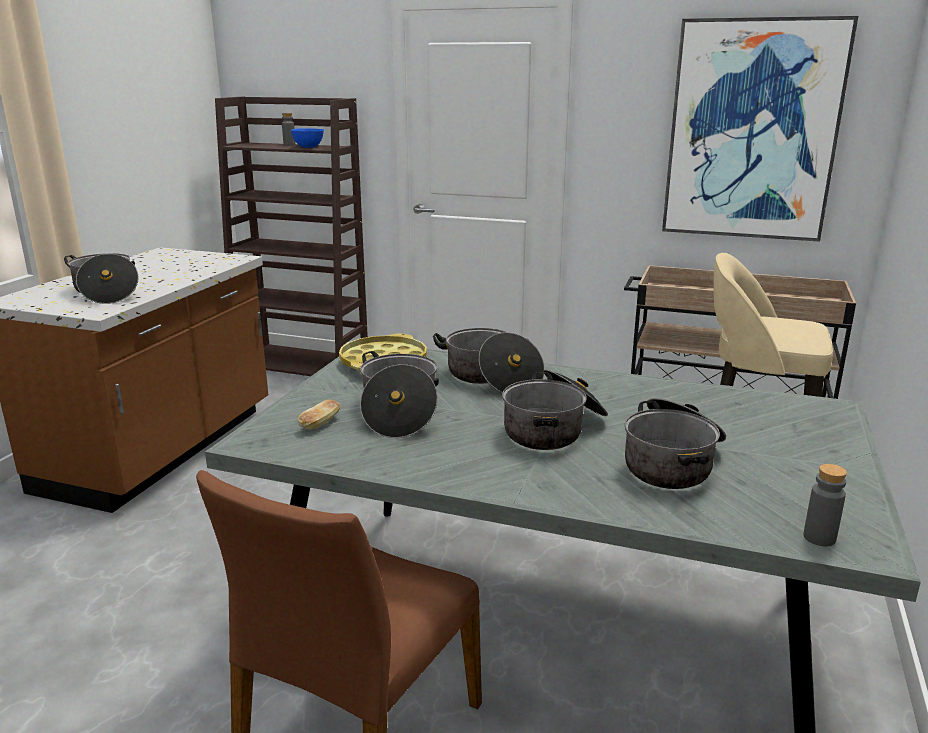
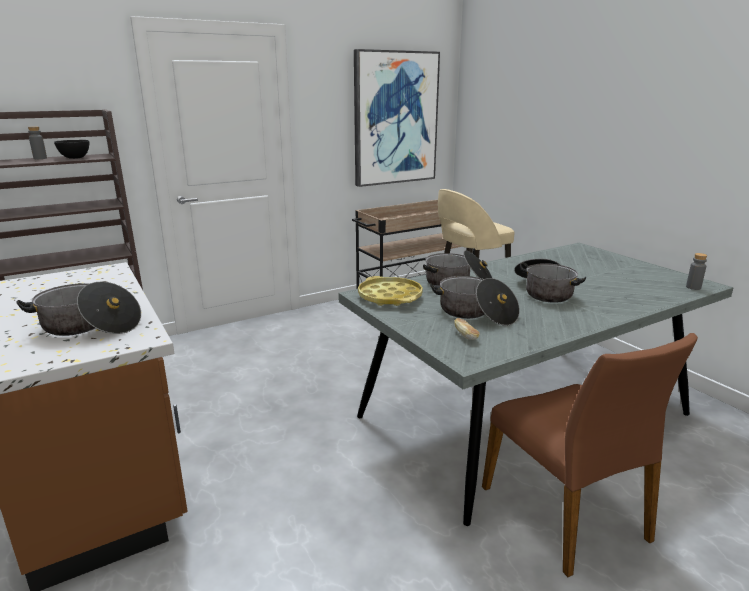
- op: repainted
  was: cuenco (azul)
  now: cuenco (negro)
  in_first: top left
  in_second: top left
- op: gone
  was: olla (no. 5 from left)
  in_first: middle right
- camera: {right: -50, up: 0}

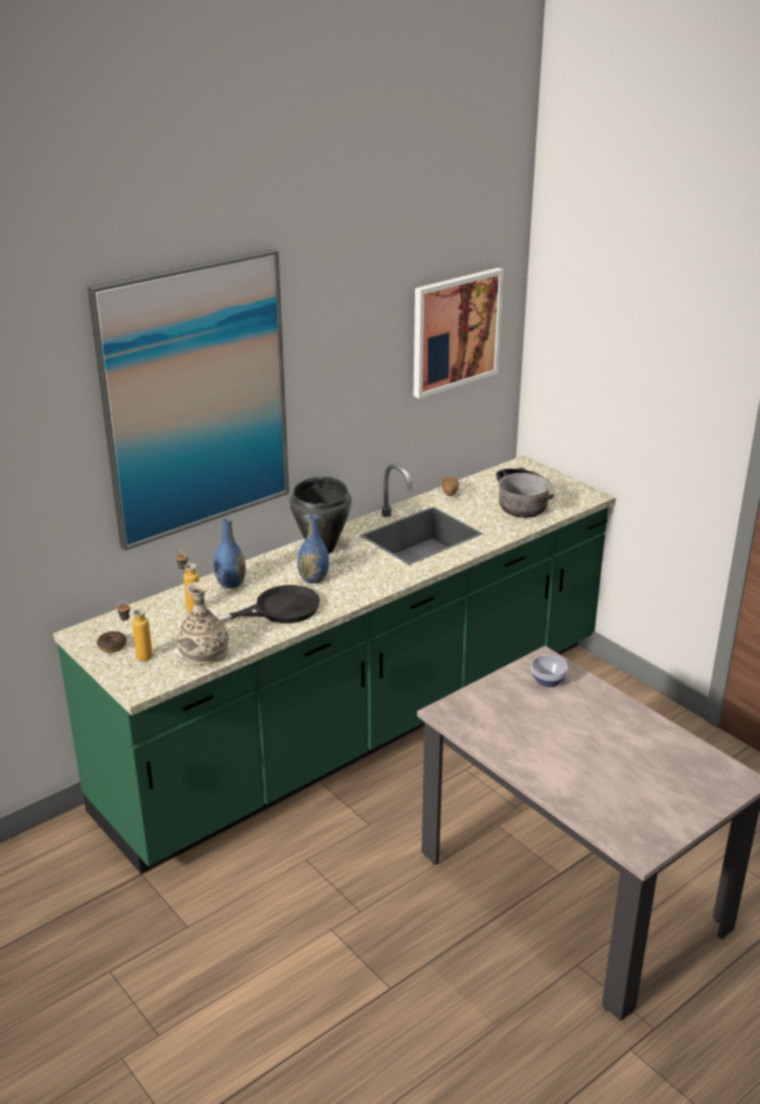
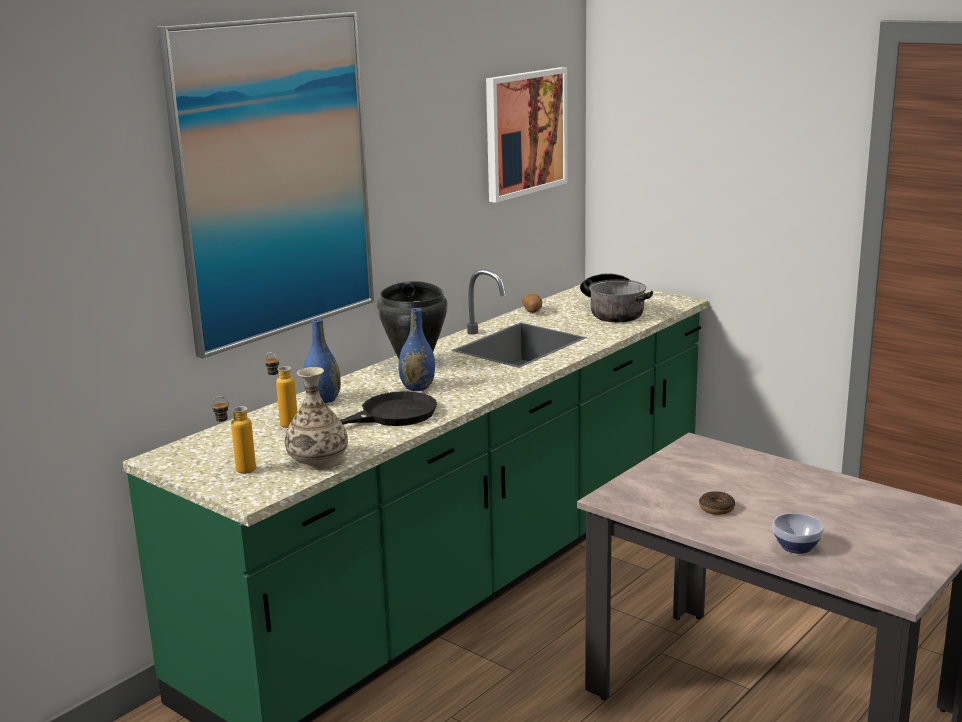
- op: shifted
  was: rosquilla
  in_first: middle left
  in_second: bottom right
- op: shifted
  was: cuenco
  in_first: middle right
  in_second: bottom right
- camera: {right: -10, up: -10}

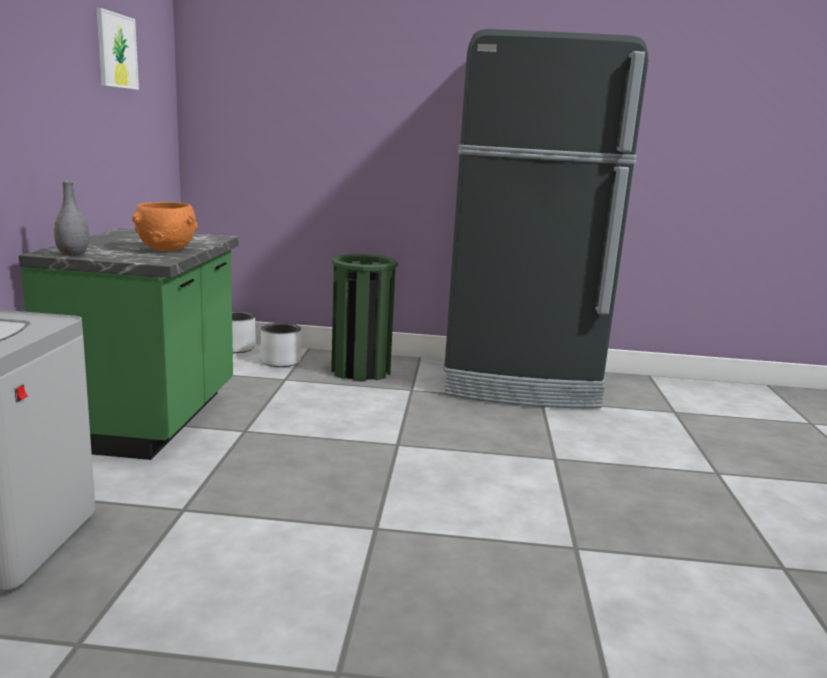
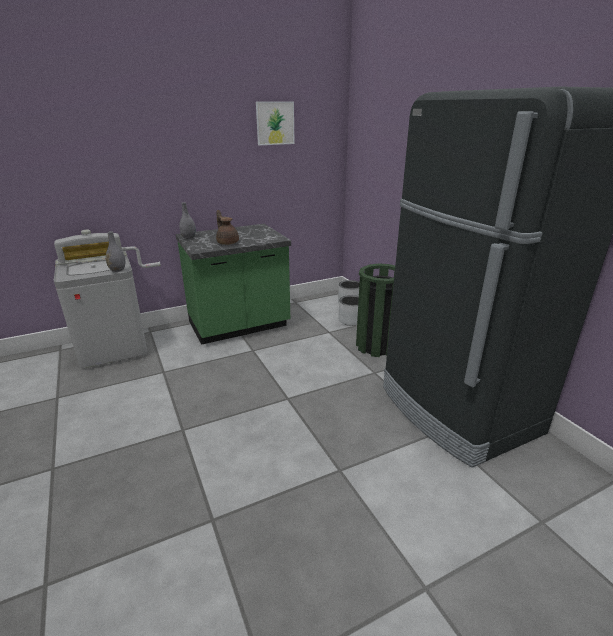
- op: new
  now: florero (gris) (no. 1 from left)
  in_second: middle left
- op: swapped
  was: cuenco (naranja)
  now: tetera (marrón)
  in_first: middle left
  in_second: centre
- camera: {right: 60, up: 10}

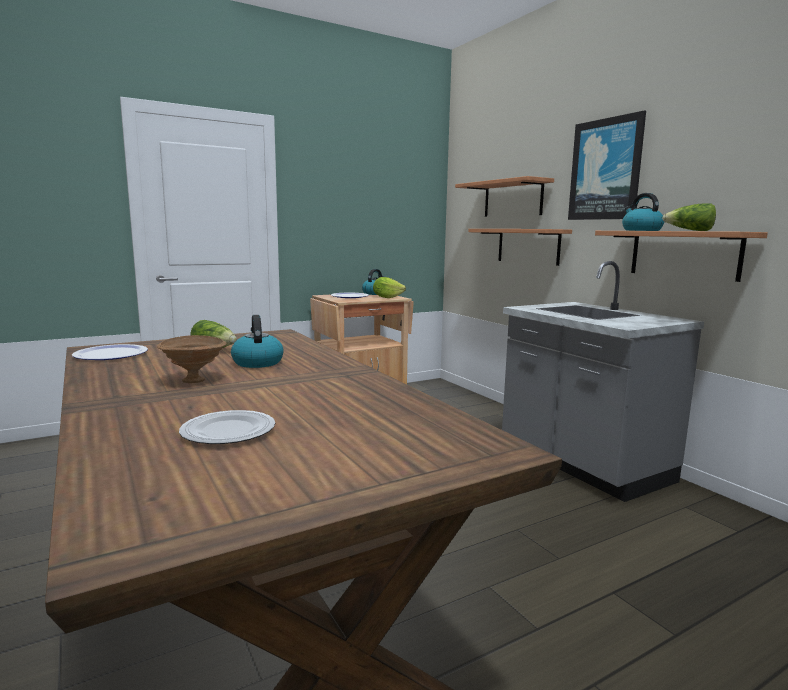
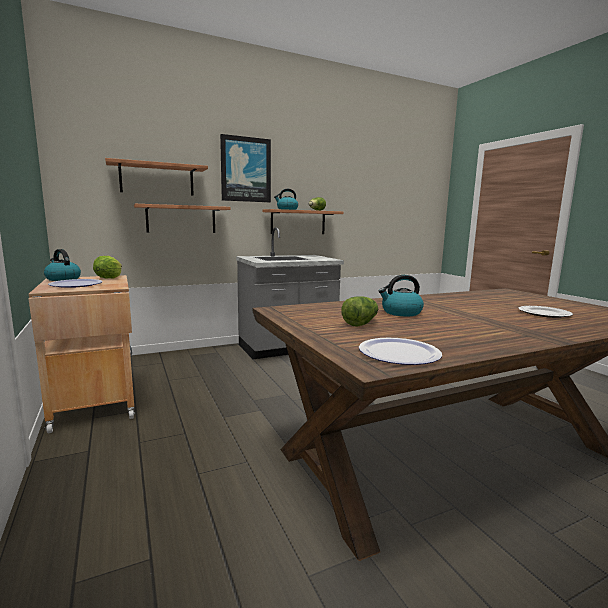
- op: gone
  was: cuenco (marrón)
  in_first: middle left
- camera: {right: -85, up: 0}

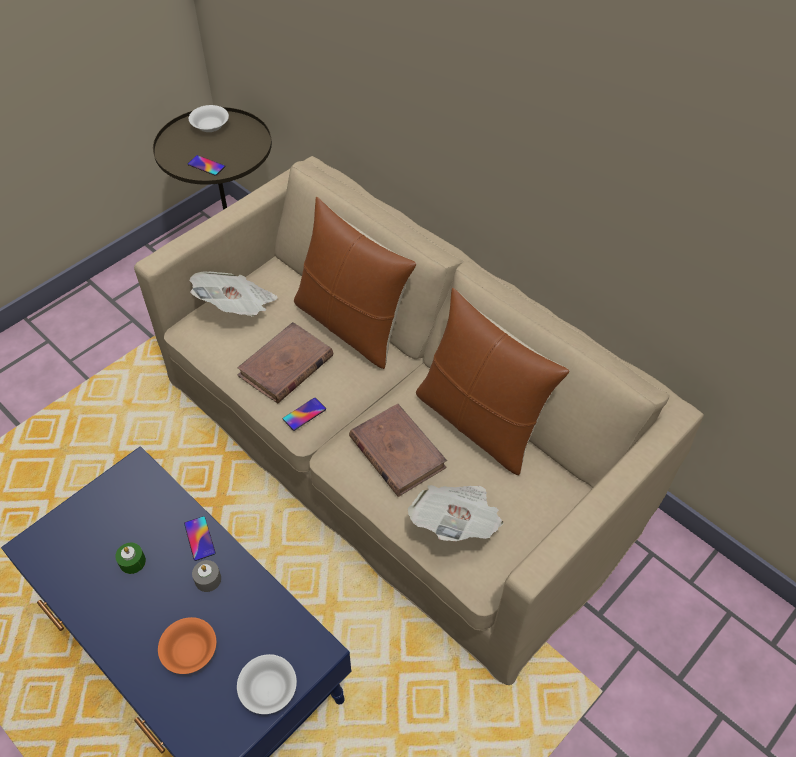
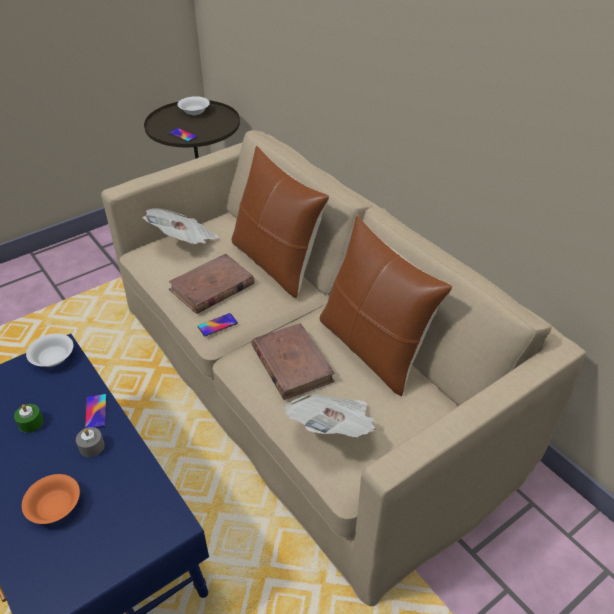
- op: shifted
  was: cuenco (blanco) (no. 2 from left in the first image)
  now: cuenco (blanco) (no. 1 from left)
  in_first: bottom centre
  in_second: middle left
- camera: {right: 10, up: -10}

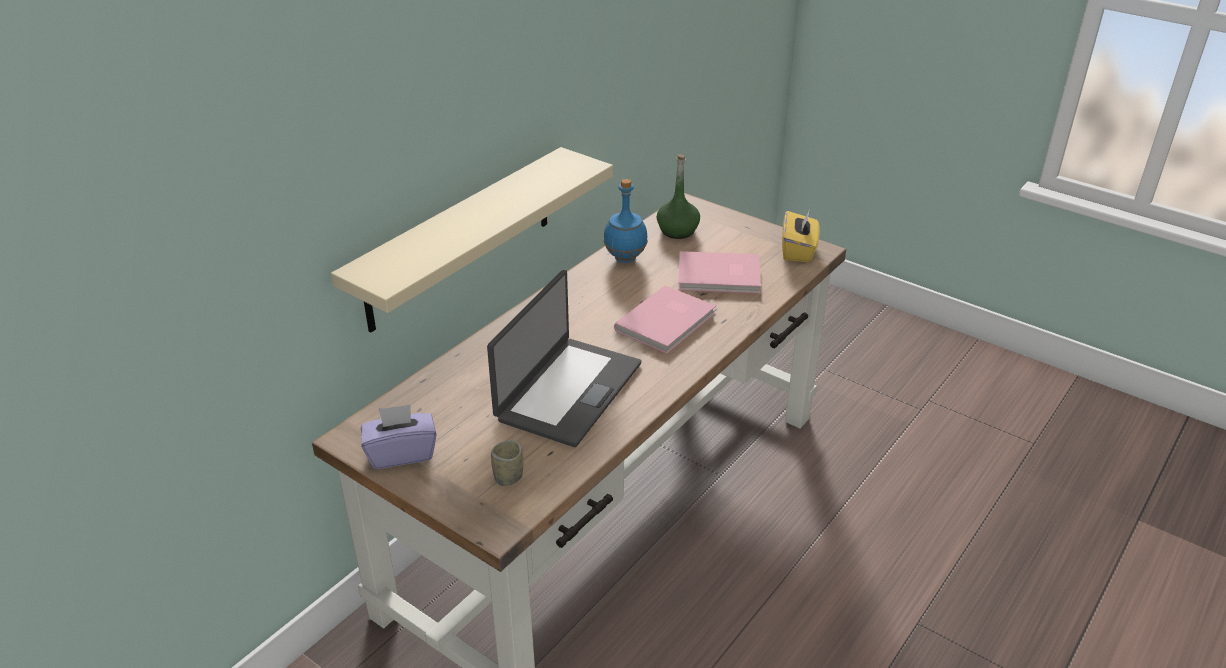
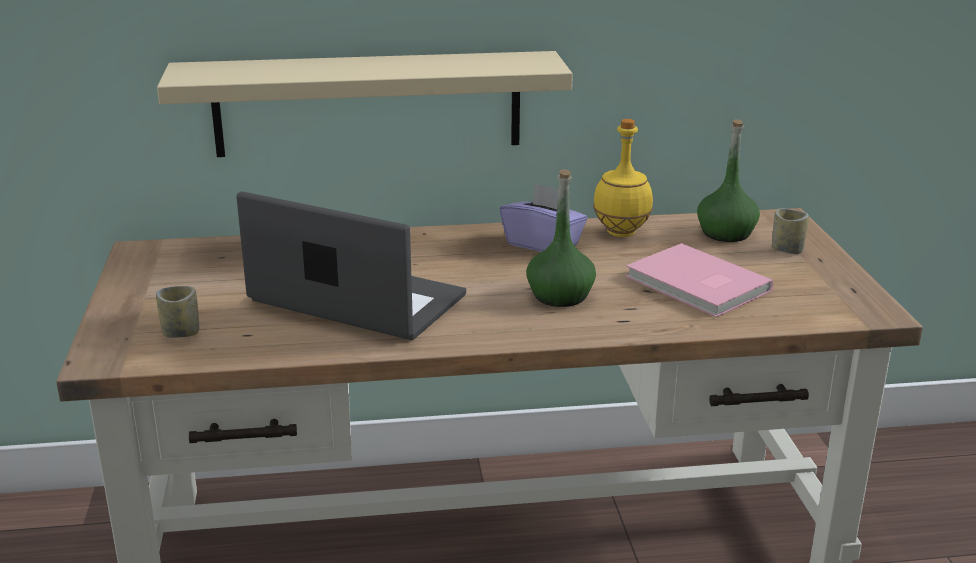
- op: rotated
  was: portátil
  in_first: centre
  in_second: centre
  clockwise: -135
- op: shifted
  was: caja de pañuelos (morado)
  in_first: middle left
  in_second: centre
- op: swapped
  was: libro (rosa) (no. 1 from left)
  now: botella (verde) (no. 1 from left)
  in_first: centre
  in_second: centre
- op: repainted
  was: botella (azul)
  now: botella (amarillo)
  in_first: top centre
  in_second: top centre
- op: new
  now: taza (no. 2 from left)
  in_second: middle right
- op: gone
  was: caja de pañuelos (amarillo)
  in_first: centre
- camera: {right: 45, up: -10}

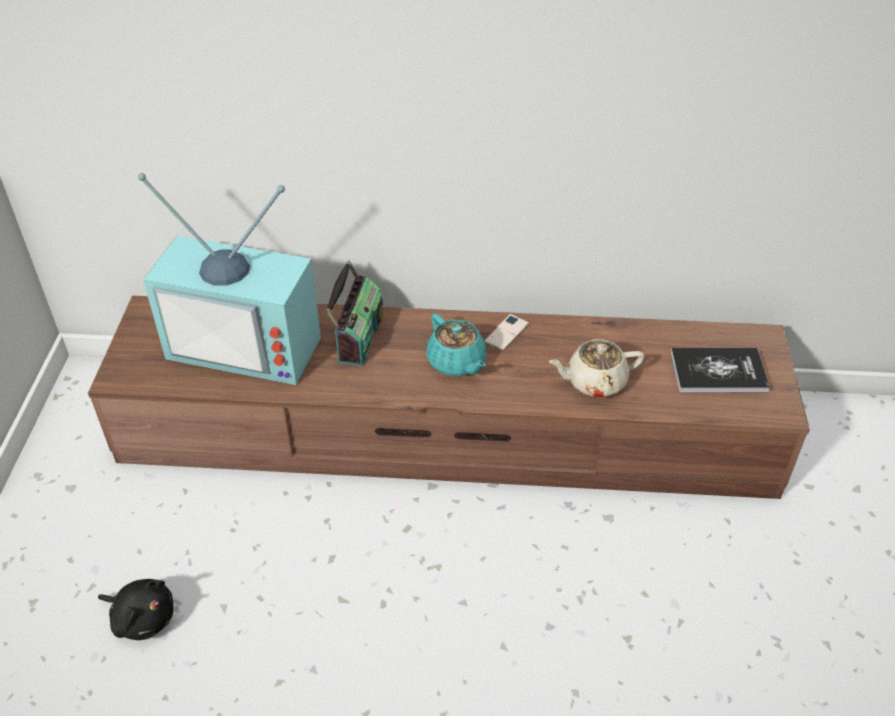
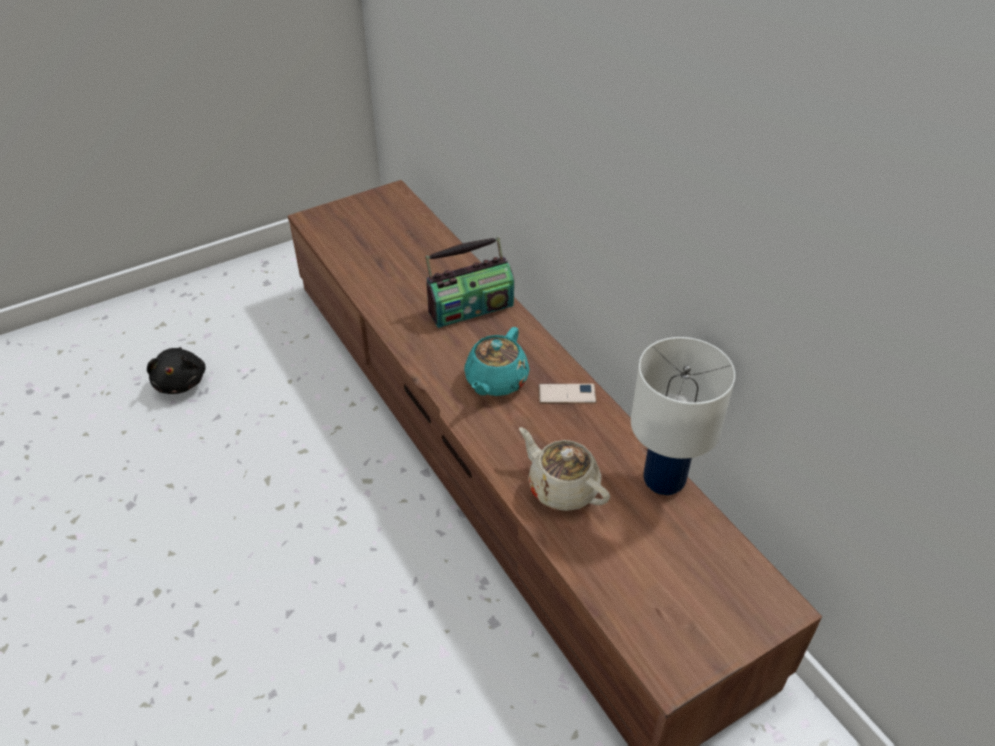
- op: new
  now: lámpara de mesa (blanco)
  in_second: middle right
- op: gone
  was: televisor
  in_first: middle left
- op: gone
  was: libro
  in_first: middle right
- camera: {right: 55, up: 0}

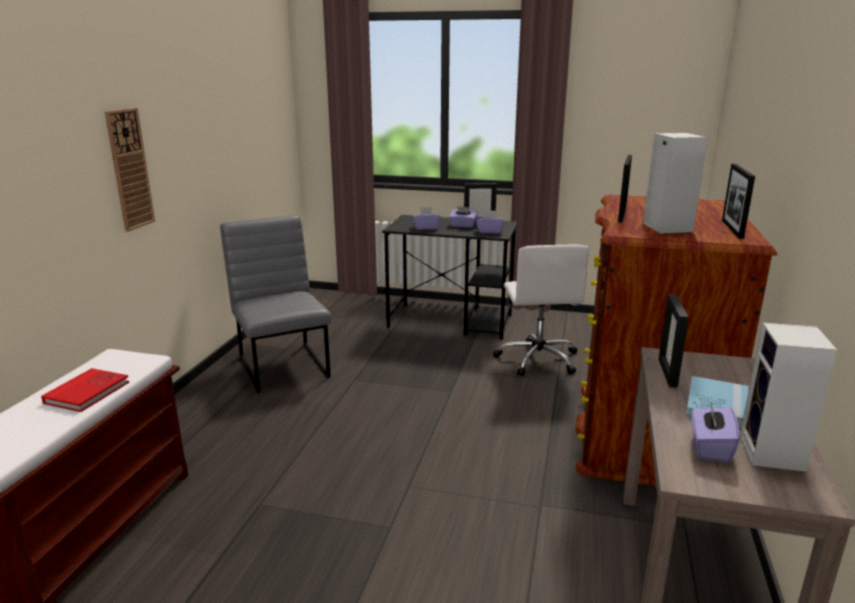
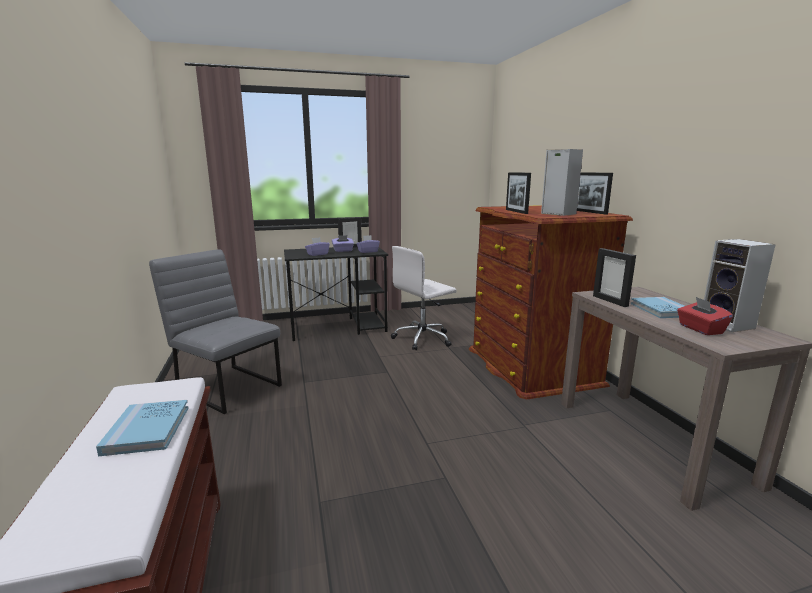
- op: repainted
  was: libro (rojo)
  now: libro (azul) (no. 1 from left)
  in_first: middle left
  in_second: bottom left
- op: rotated
  was: silla de oficina (blanco)
  in_first: centre
  in_second: centre
  clockwise: 90
- op: repainted
  was: caja de pañuelos (morado) (no. 4 from left)
  now: caja de pañuelos (rojo)
  in_first: bottom right
  in_second: middle right
- op: gone
  was: reloj de pared
  in_first: top left
- camera: {right: -30, up: -5}

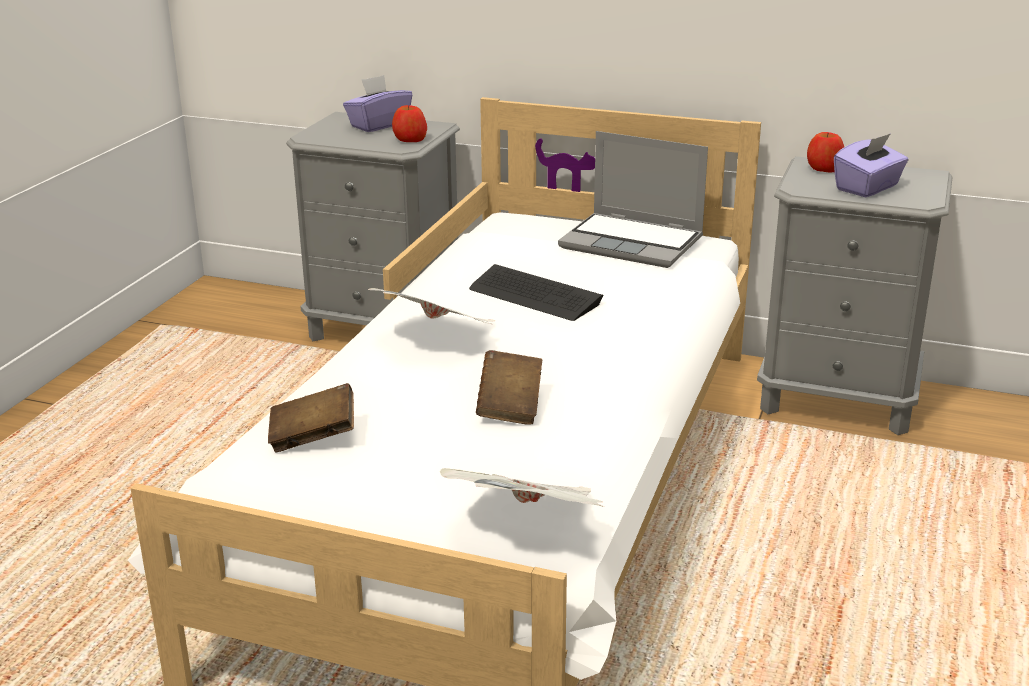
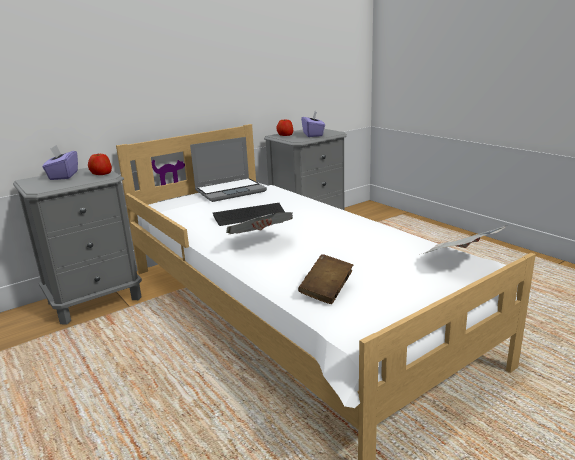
- op: gone
  was: libro (marrón) (no. 2 from left)
  in_first: centre
- camera: {right: -55, up: -5}

